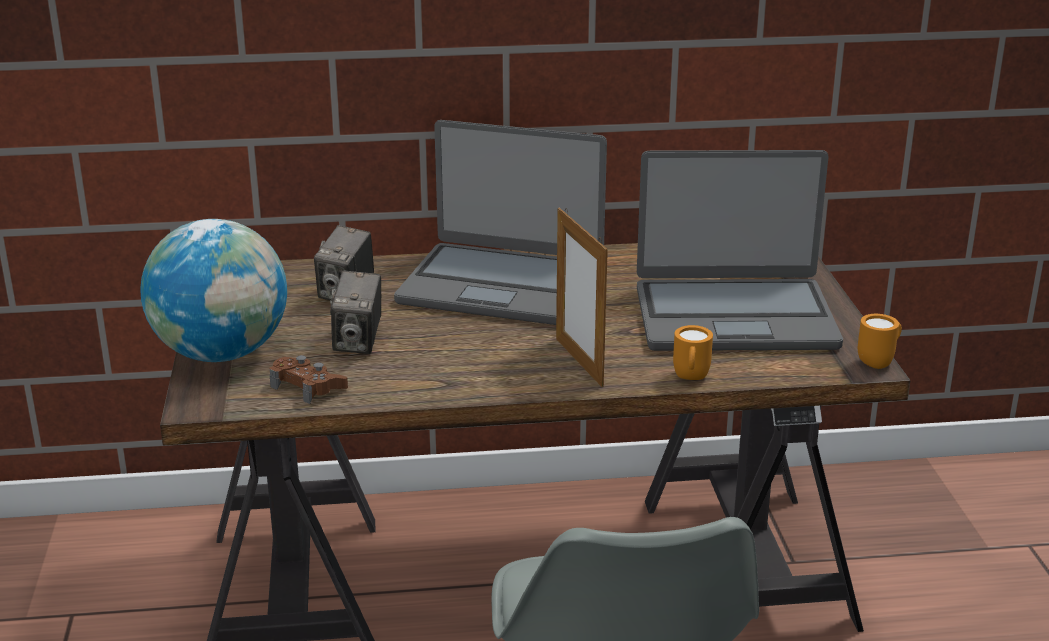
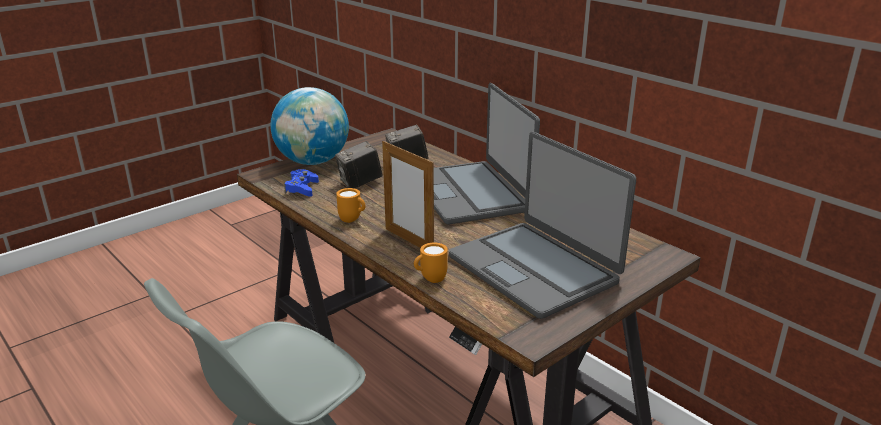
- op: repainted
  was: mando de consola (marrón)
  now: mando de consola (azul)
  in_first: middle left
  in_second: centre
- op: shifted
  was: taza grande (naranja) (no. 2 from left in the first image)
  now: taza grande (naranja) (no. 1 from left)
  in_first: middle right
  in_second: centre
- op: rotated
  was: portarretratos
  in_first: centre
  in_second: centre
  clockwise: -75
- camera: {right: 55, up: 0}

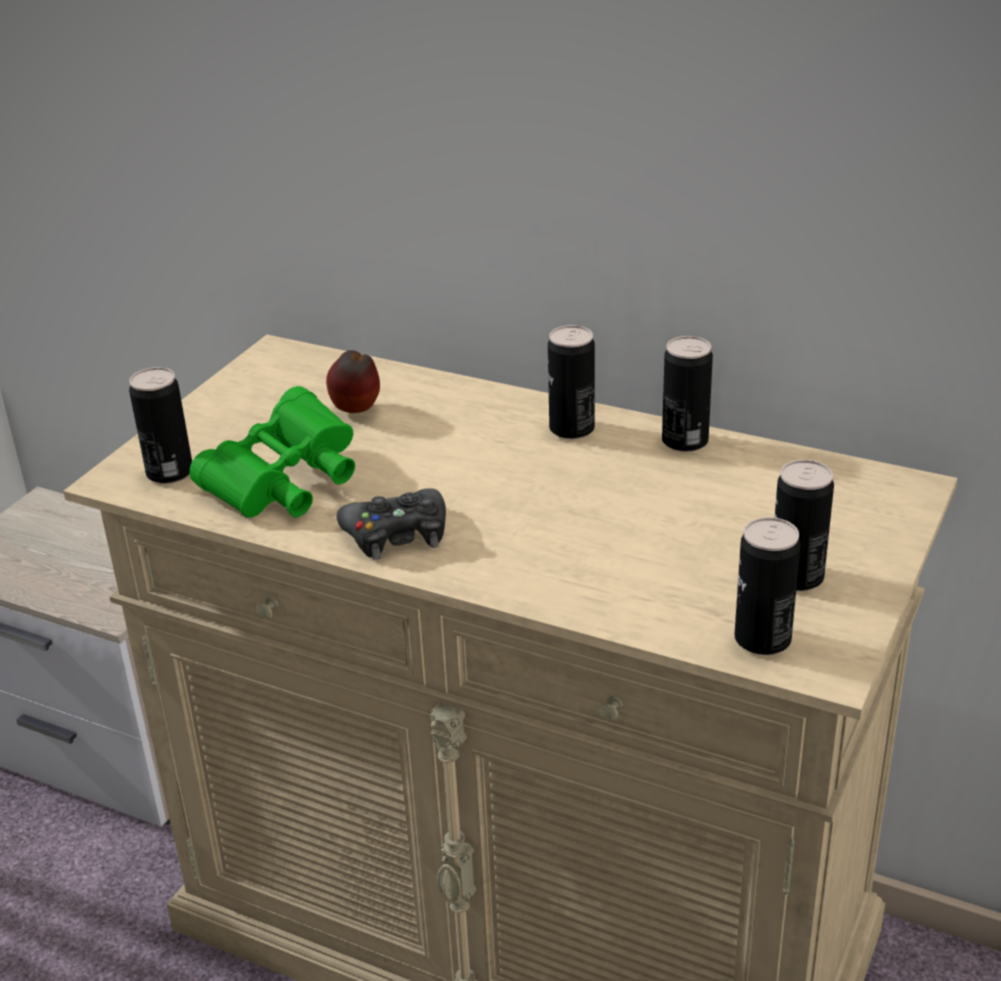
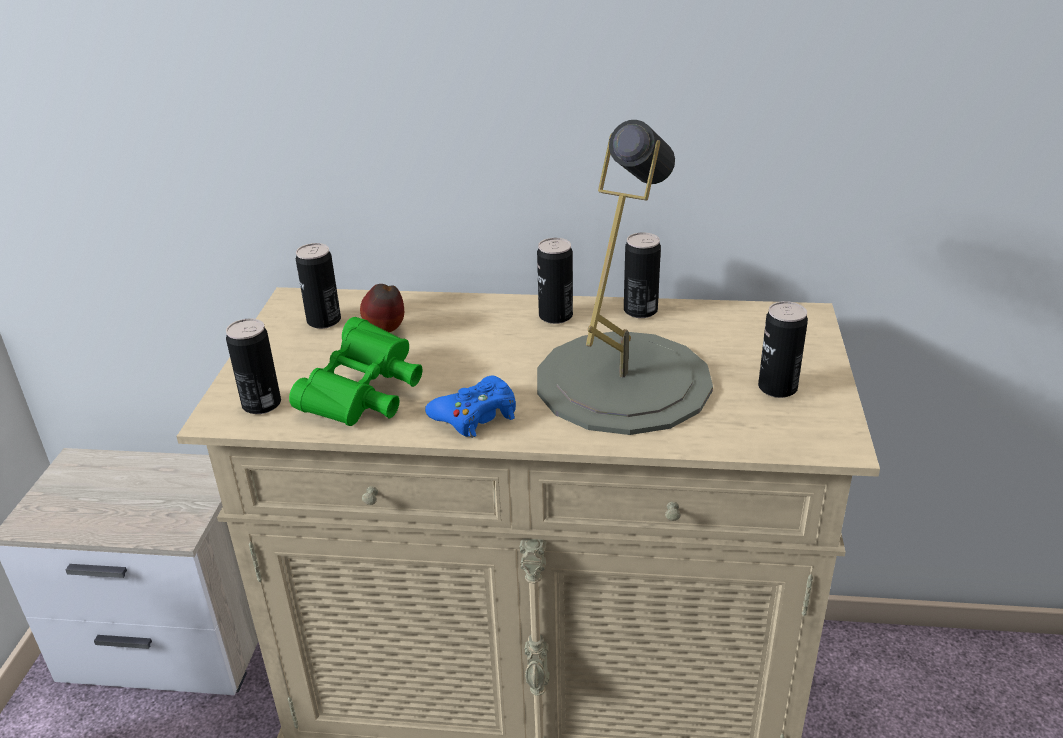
- op: shifted
  was: lata (no. 4 from left in the first image)
  now: lata (no. 2 from left)
  in_first: middle right
  in_second: middle left
- op: repainted
  was: mando de consola (negro)
  now: mando de consola (azul)
  in_first: centre
  in_second: centre
- op: new
  now: lámpara de mesa (gris)
  in_second: centre
- camera: {right: -20, up: 0}

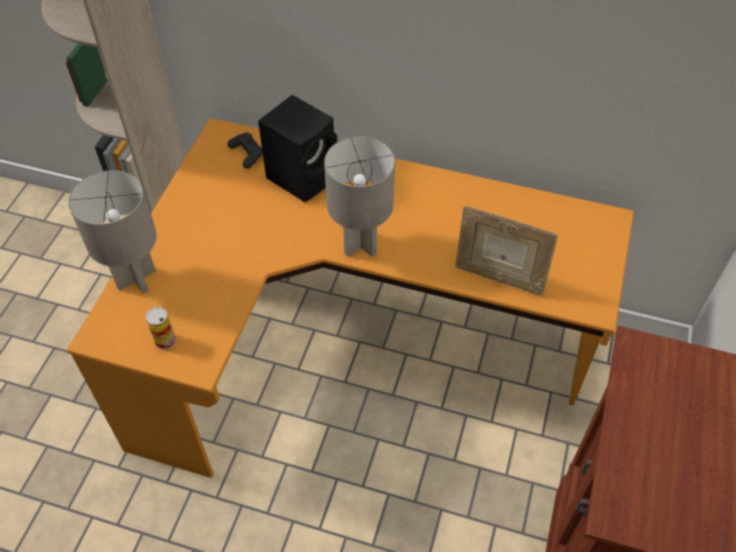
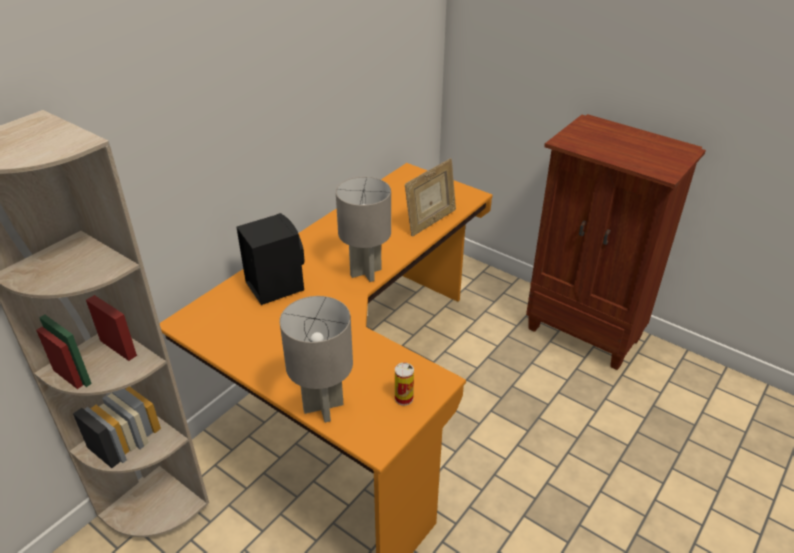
- op: gone
  was: mando de consola (negro)
  in_first: top left
- camera: {right: -70, up: -15}

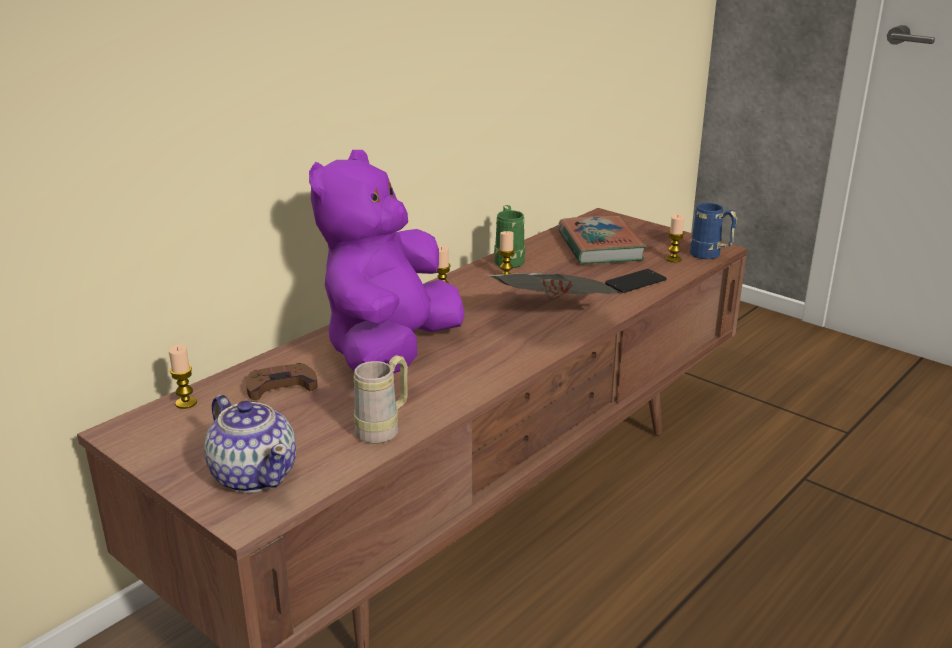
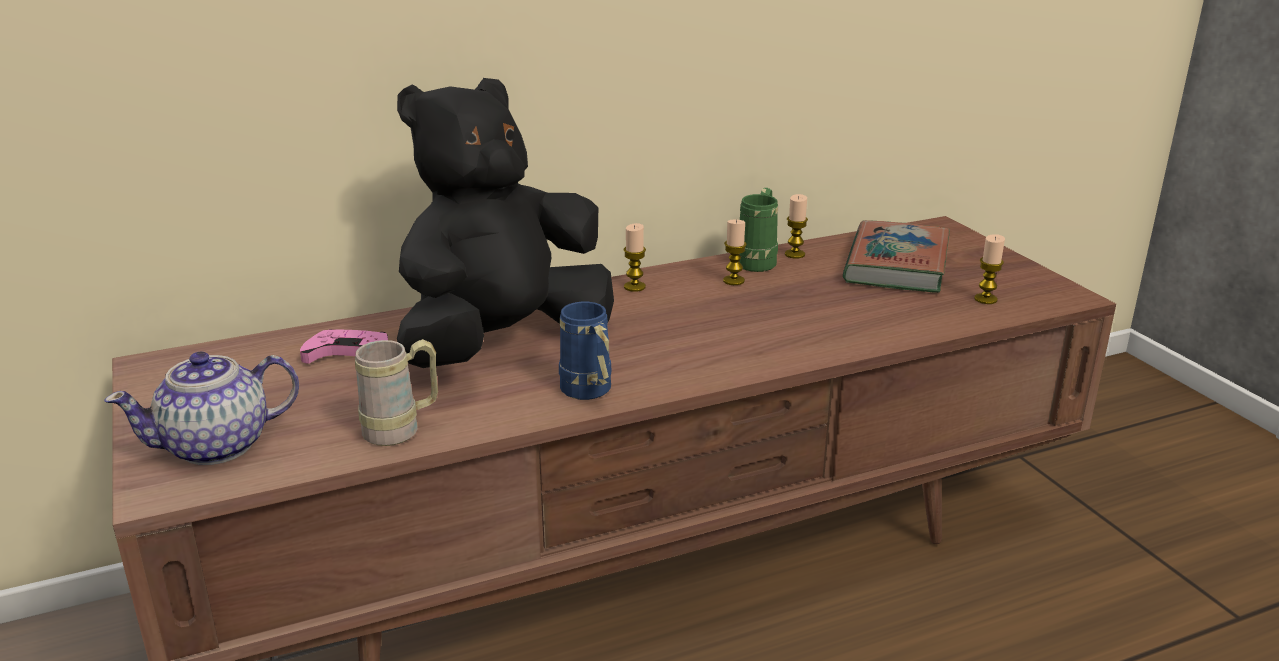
- op: rotated
  was: tetera
  in_first: bottom left
  in_second: middle left
  clockwise: 75
- op: repainted
  was: mando de consola (marrón)
  now: mando de consola (rosa)
  in_first: middle left
  in_second: middle left
- op: repainted
  was: peluche (morado)
  now: peluche (negro)
  in_first: centre
  in_second: centre
- op: shifted
  was: taza grande (azul)
  in_first: middle right
  in_second: centre
- op: shifted
  was: vela (no. 1 from left in the first image)
  now: vela (no. 3 from left)
  in_first: middle left
  in_second: centre
- op: gone
  was: periódico
  in_first: centre
- op: gone
  was: móvil
  in_first: middle right
- camera: {right: 25, up: 0}

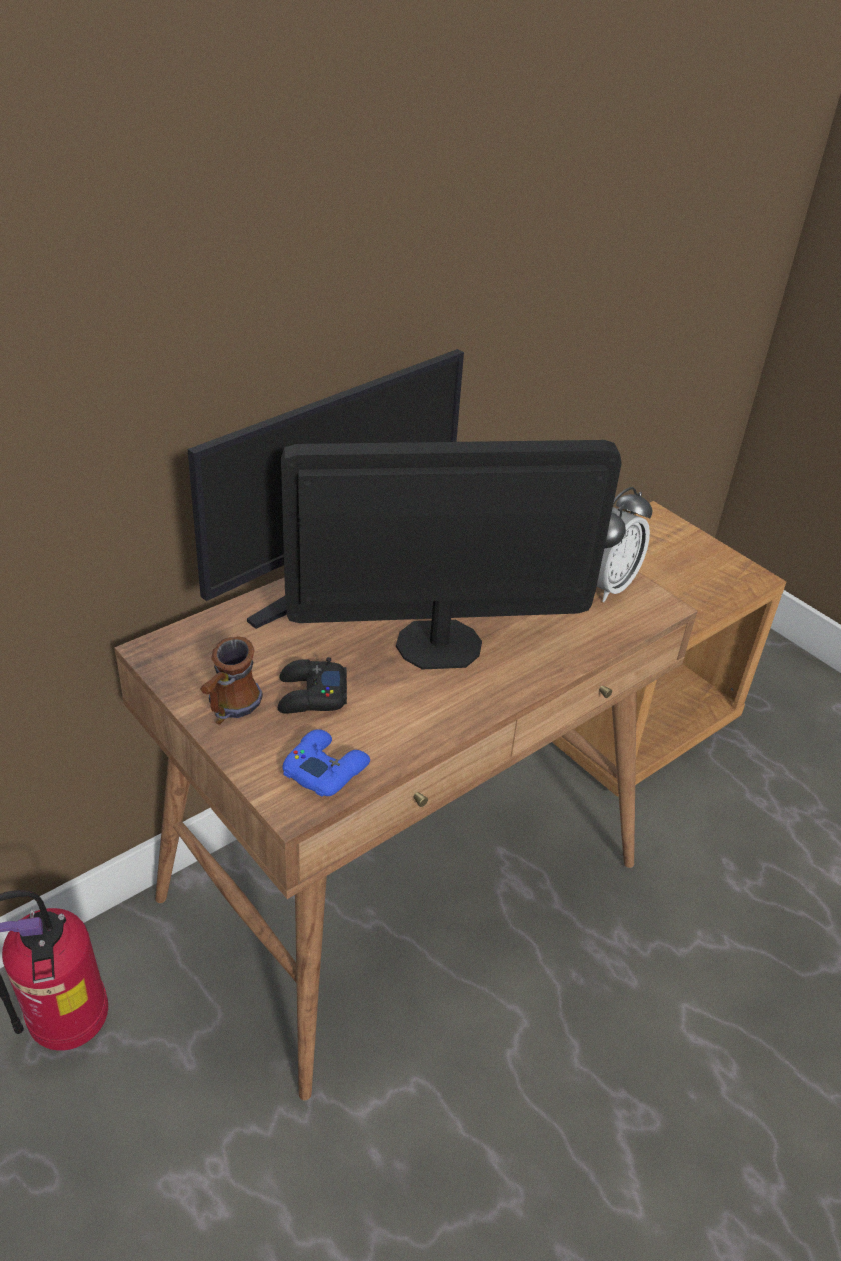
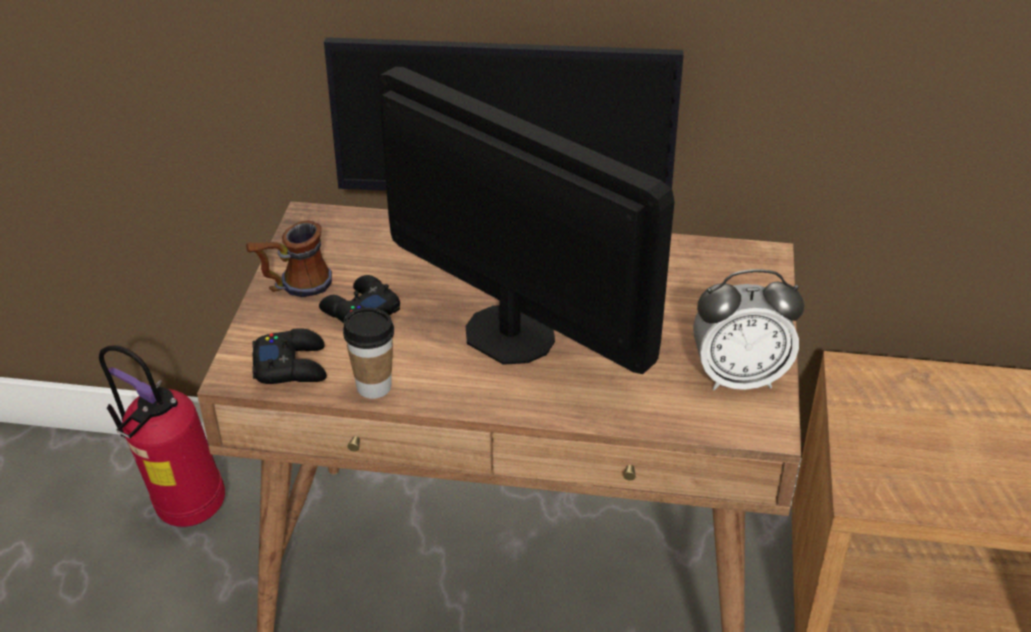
- op: repainted
  was: mando de consola (azul)
  now: mando de consola (negro) (no. 1 from left)
  in_first: centre
  in_second: middle left
- op: new
  now: taza
  in_second: centre
- camera: {right: 50, up: 0}

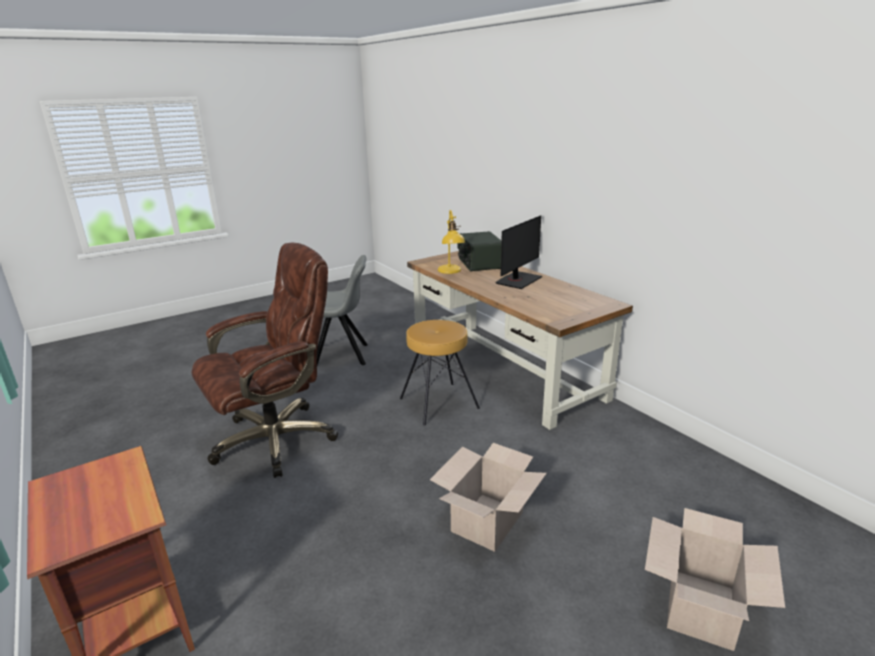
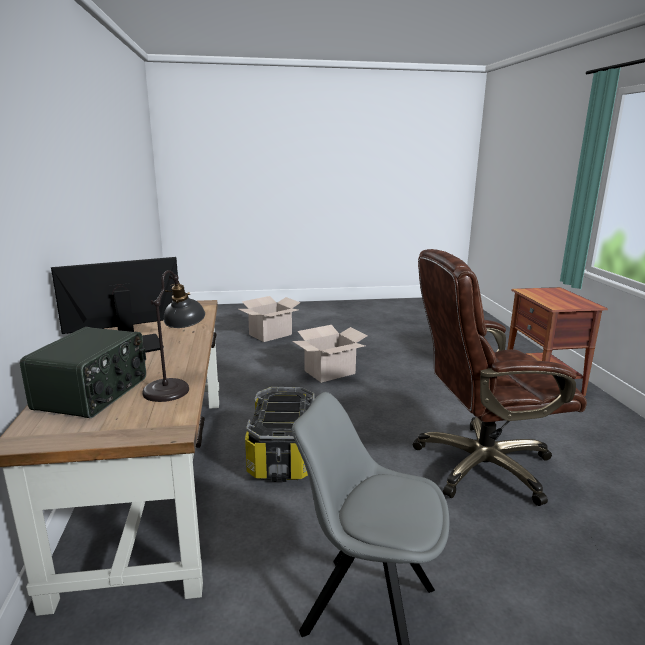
- op: repainted
  was: lámpara de mesa (amarillo)
  now: lámpara de mesa (gris)
  in_first: centre
  in_second: middle left
- op: swapped
  was: taburete (marrón)
  now: caja de almacenaje
  in_first: centre
  in_second: bottom centre
- camera: {right: -155, up: -5}

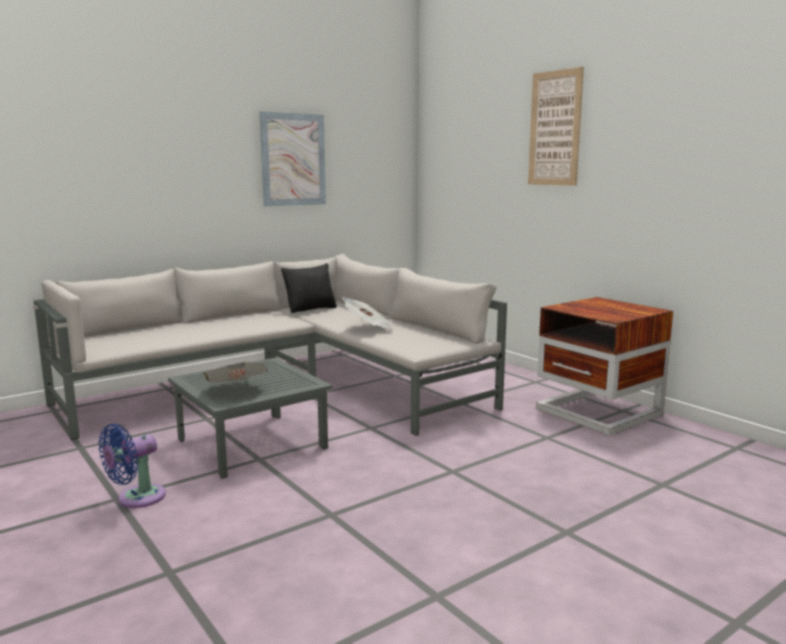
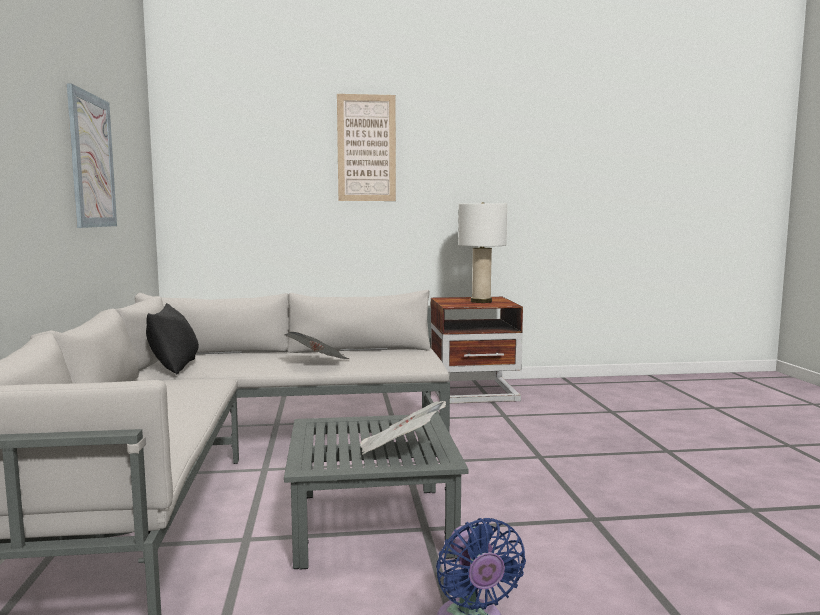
- op: new
  now: lámpara de mesa (blanco)
  in_second: centre
- camera: {right: -60, up: -5}

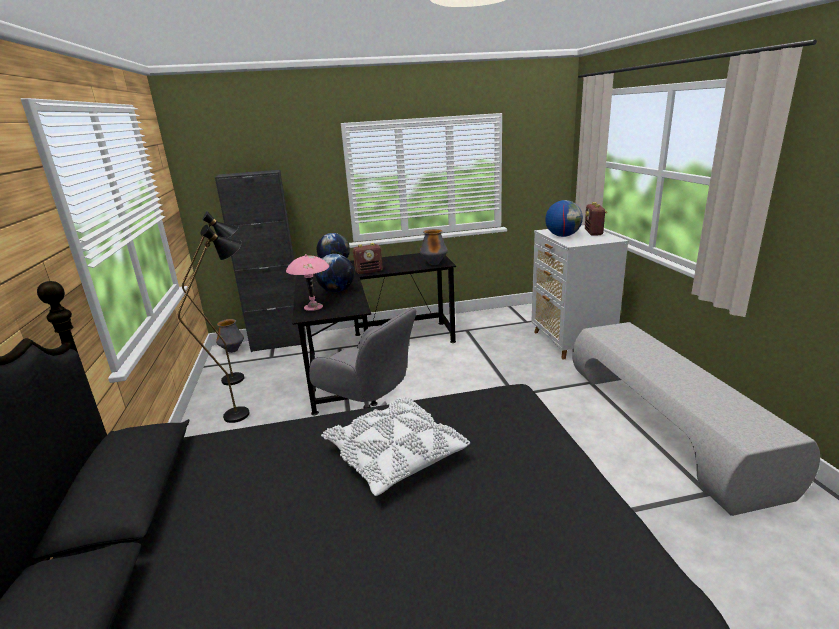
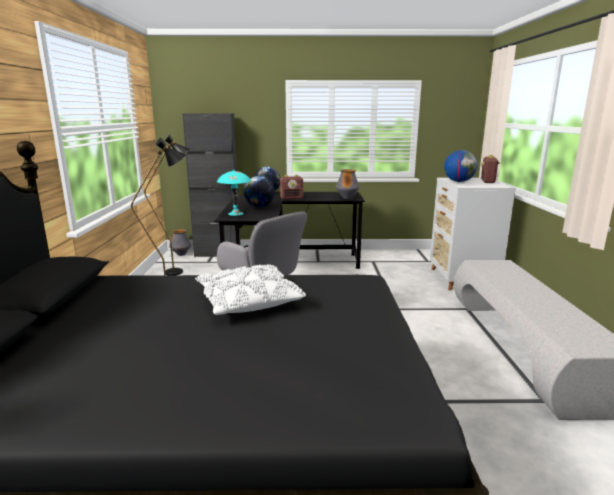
- op: repainted
  was: lámpara de mesa (rosa)
  now: lámpara de mesa (turquesa)
  in_first: centre
  in_second: centre
- camera: {right: 10, up: -5}

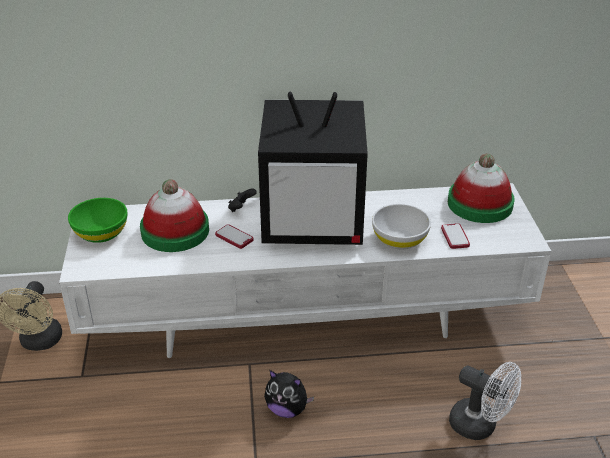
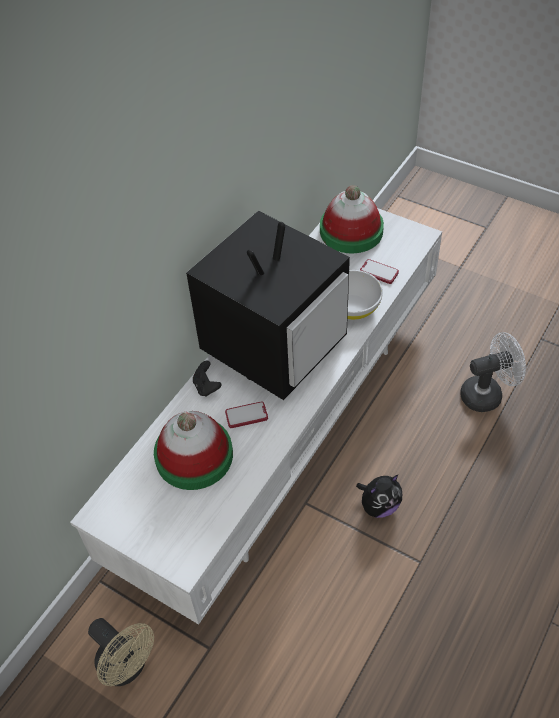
- op: gone
  was: cuenco (verde)
  in_first: middle left
- camera: {right: -50, up: 15}

